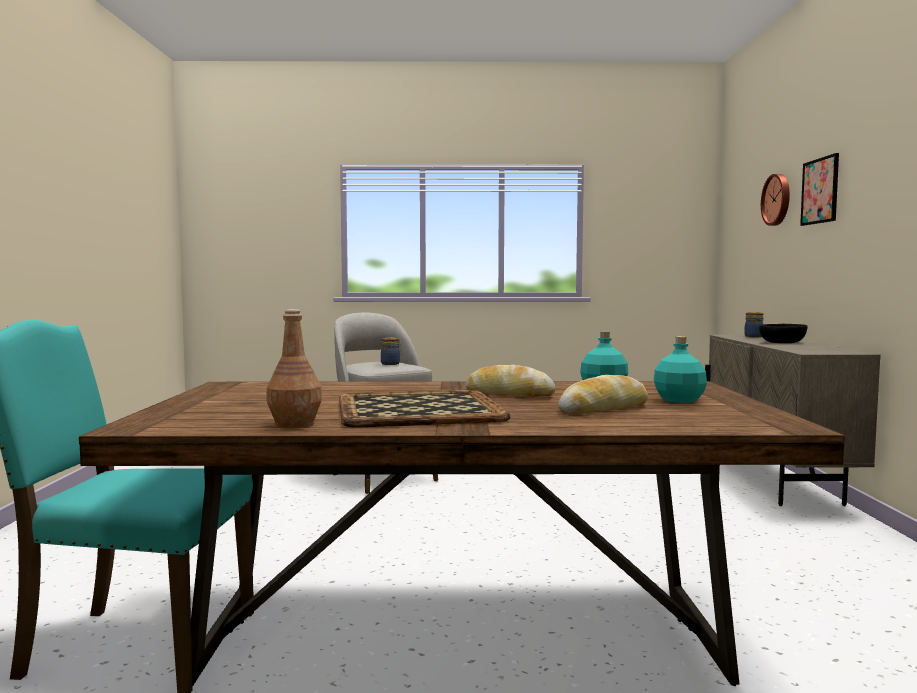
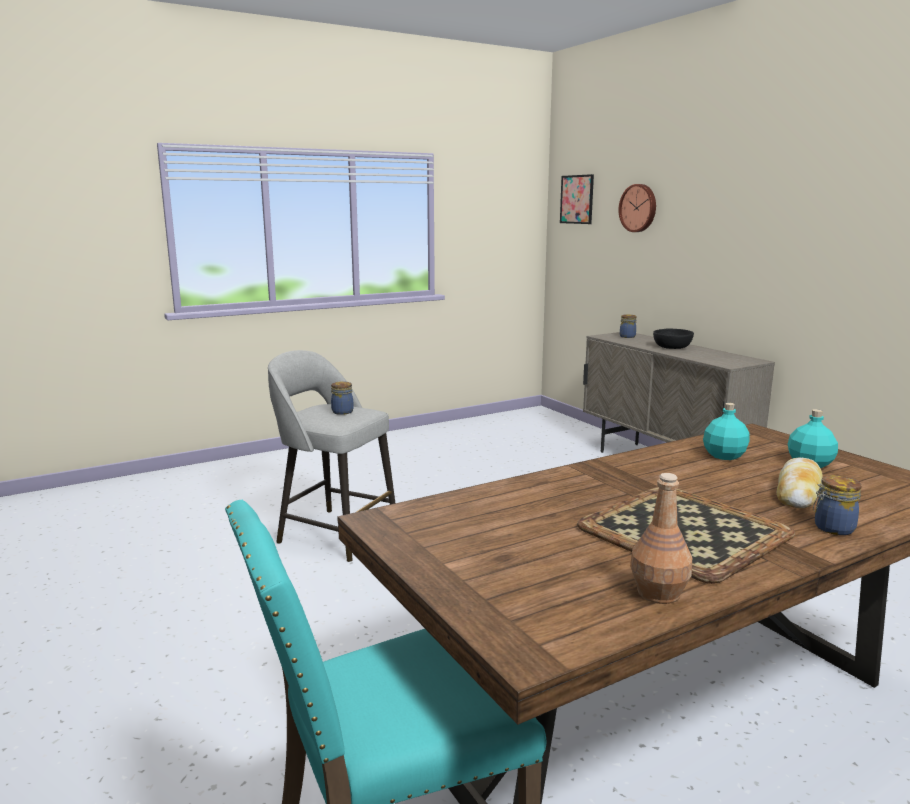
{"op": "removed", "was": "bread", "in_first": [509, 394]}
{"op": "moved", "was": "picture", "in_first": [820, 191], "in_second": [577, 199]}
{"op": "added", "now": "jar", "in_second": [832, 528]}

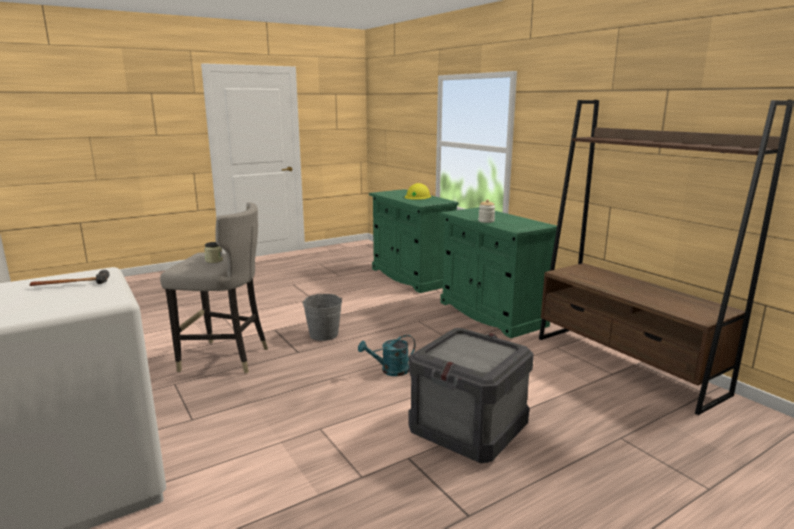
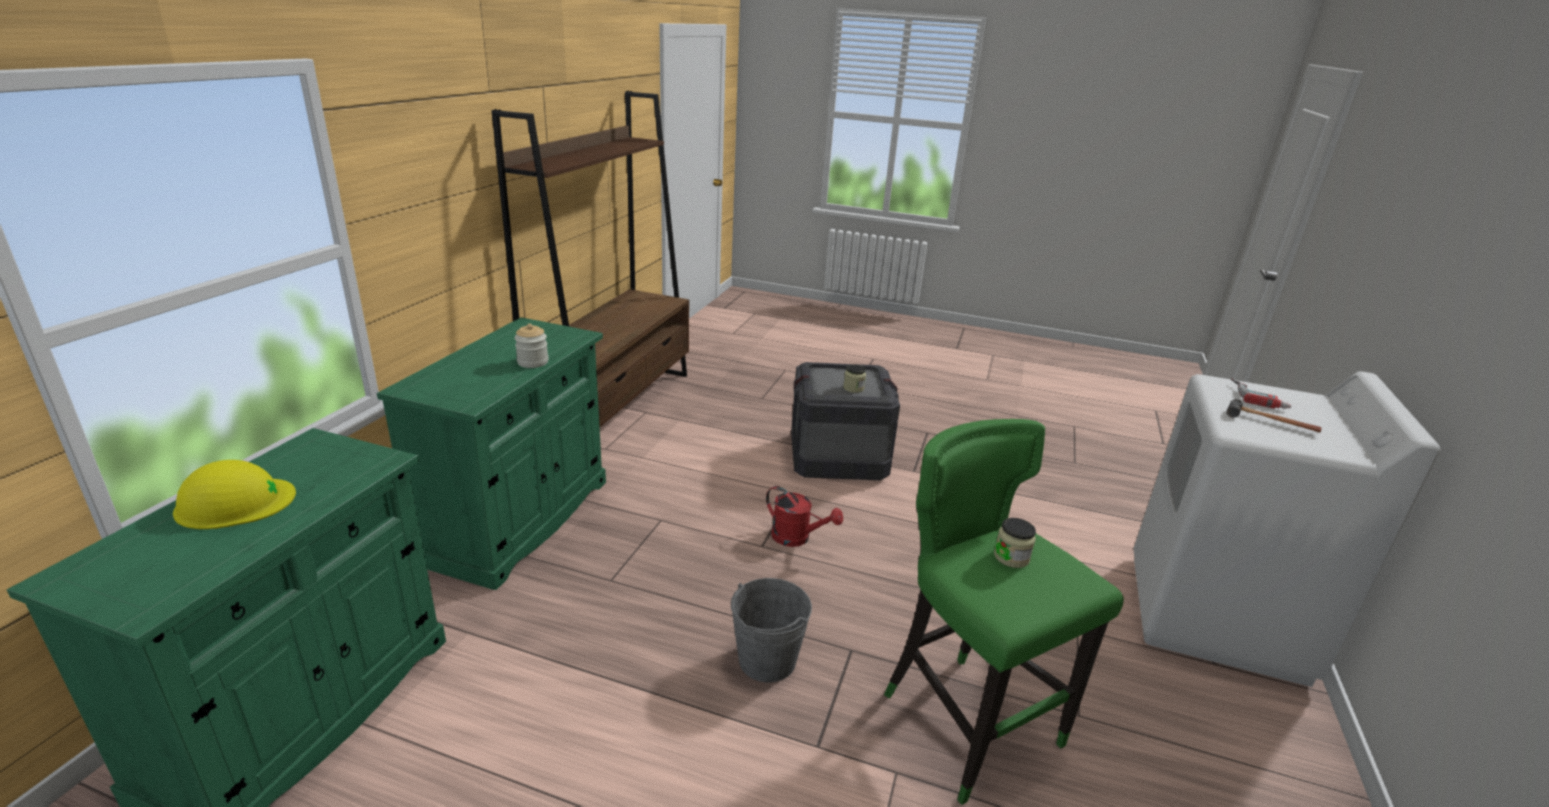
{"op": "recoloured", "was": "gray stool", "now": "greenish stool", "in_first": [225, 358], "in_second": [967, 722]}
{"op": "recoloured", "was": "turquoise-coloured watering can", "now": "red-coloured watering can", "in_first": [390, 371], "in_second": [797, 538]}
{"op": "added", "now": "jar", "in_second": [853, 388]}
{"op": "added", "now": "drill", "in_second": [1258, 397]}

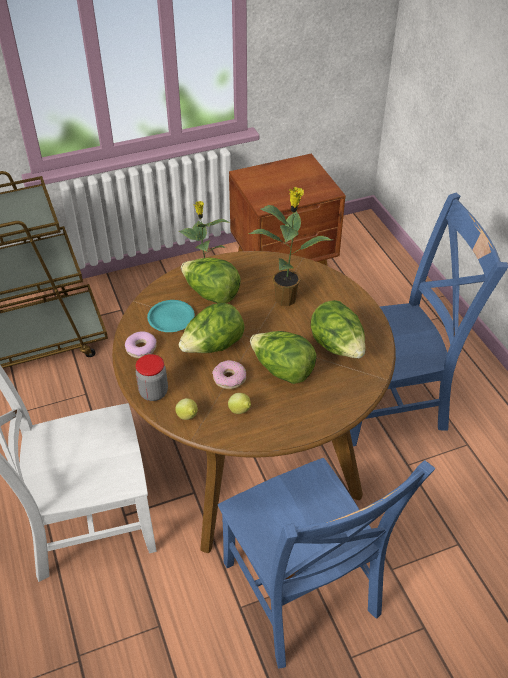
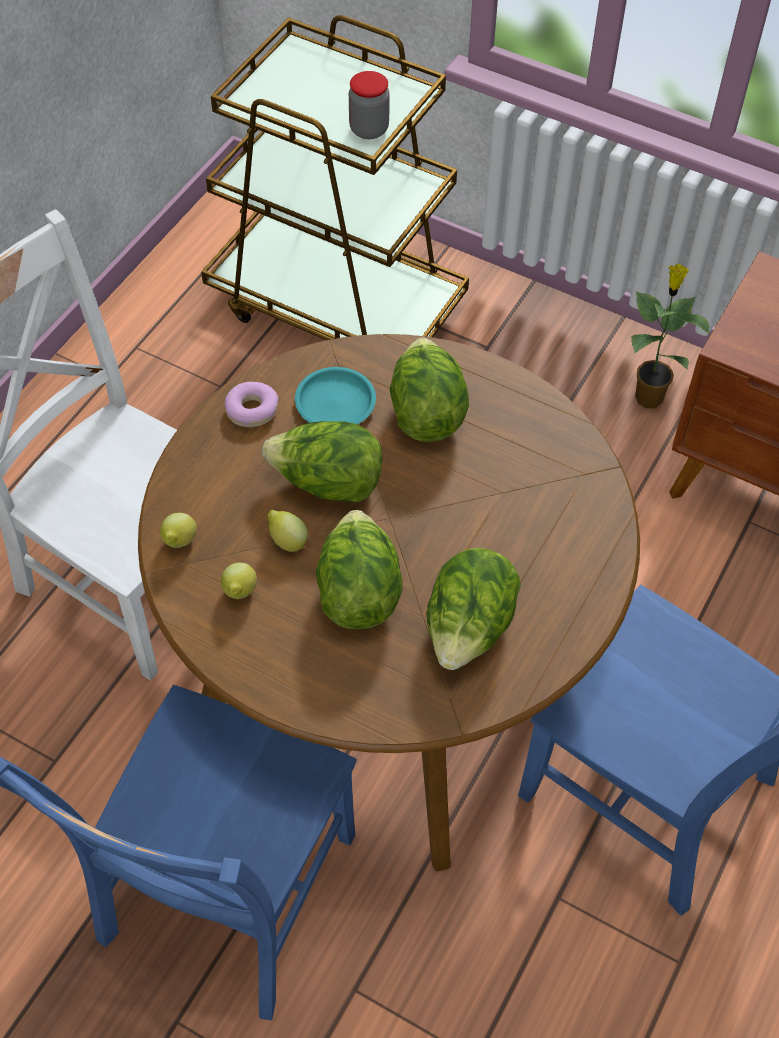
{"op": "moved", "was": "jar", "in_first": [153, 392], "in_second": [369, 129]}
{"op": "replaced", "was": "ring doughnut", "now": "whole lemon", "in_first": [229, 378], "in_second": [287, 541]}
{"op": "removed", "was": "houseplant", "in_first": [286, 298]}

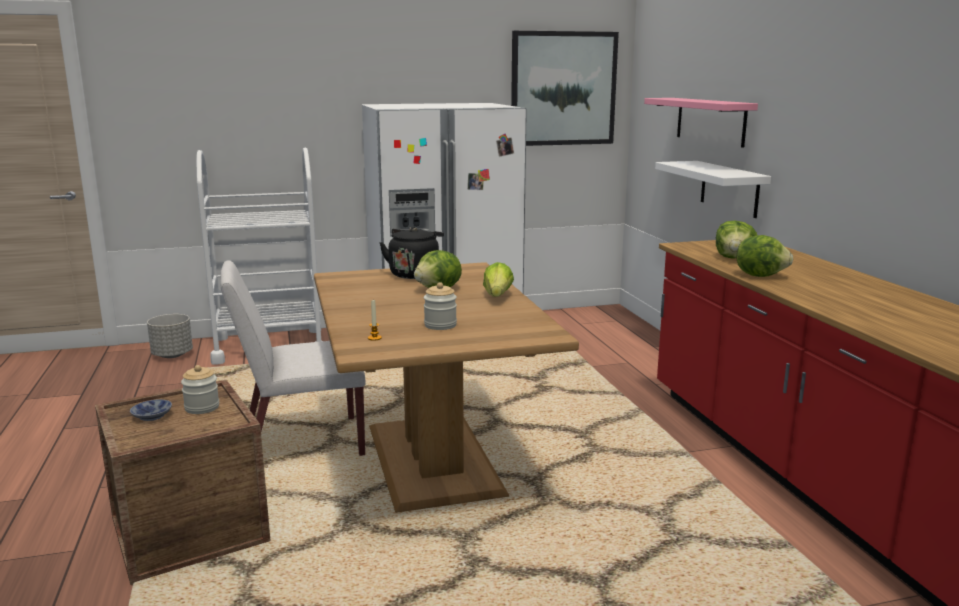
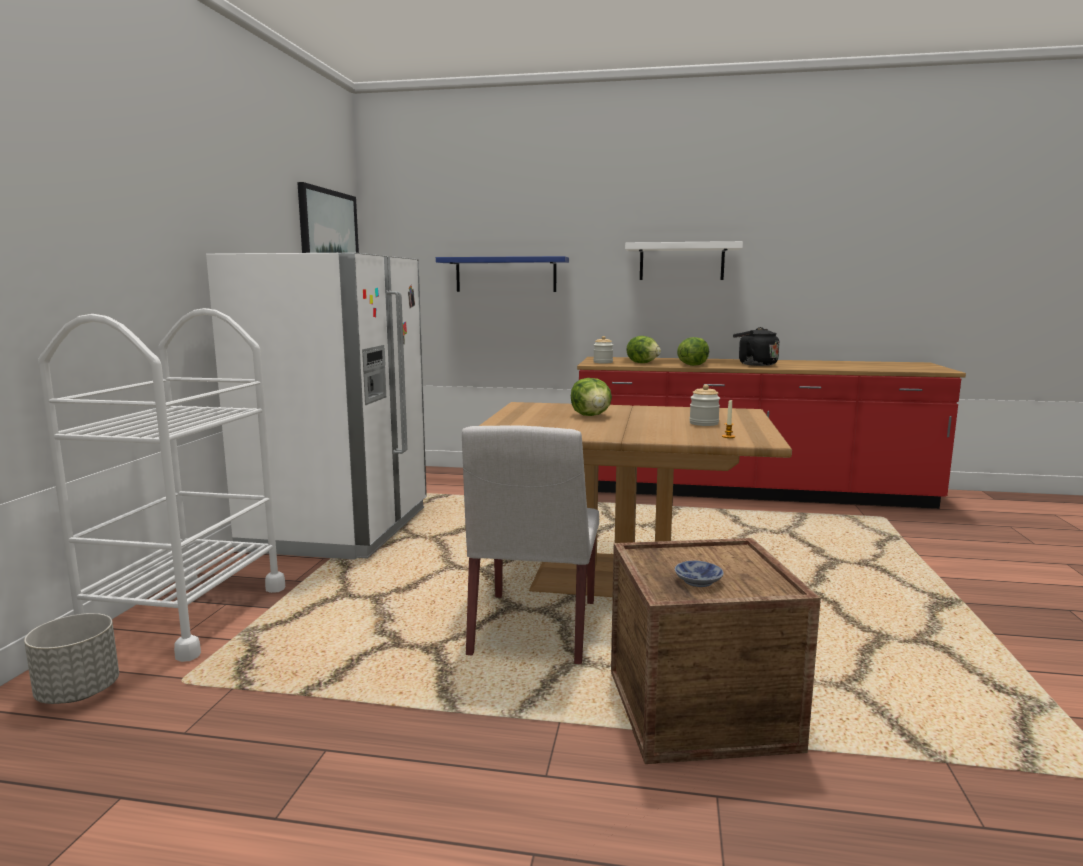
{"op": "moved", "was": "jar", "in_first": [202, 407], "in_second": [603, 362]}
{"op": "moved", "was": "black tea kettle", "in_first": [414, 274], "in_second": [754, 364]}
{"op": "removed", "was": "lettuce", "in_first": [497, 296]}
{"op": "recoloured", "was": "pink-coloured bracket shelf", "now": "blue bracket shelf", "in_first": [710, 121], "in_second": [506, 274]}
{"op": "moved", "was": "whitish bracket shelf", "in_first": [729, 188], "in_second": [681, 262]}

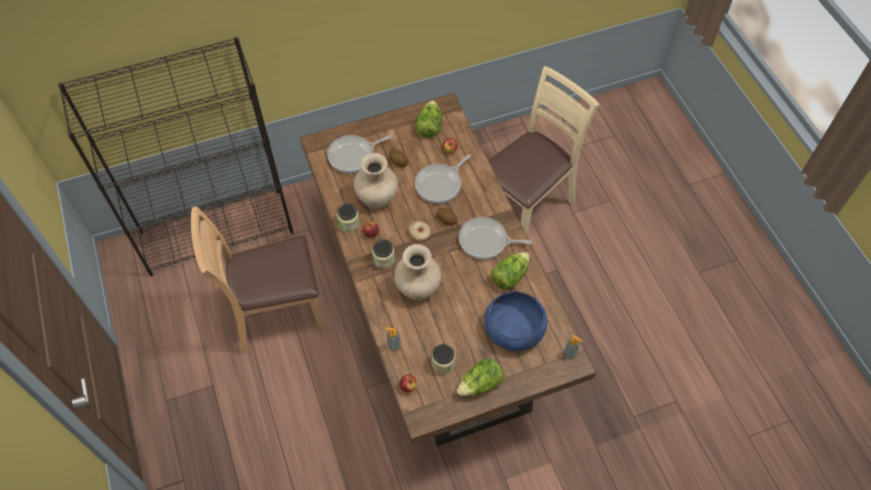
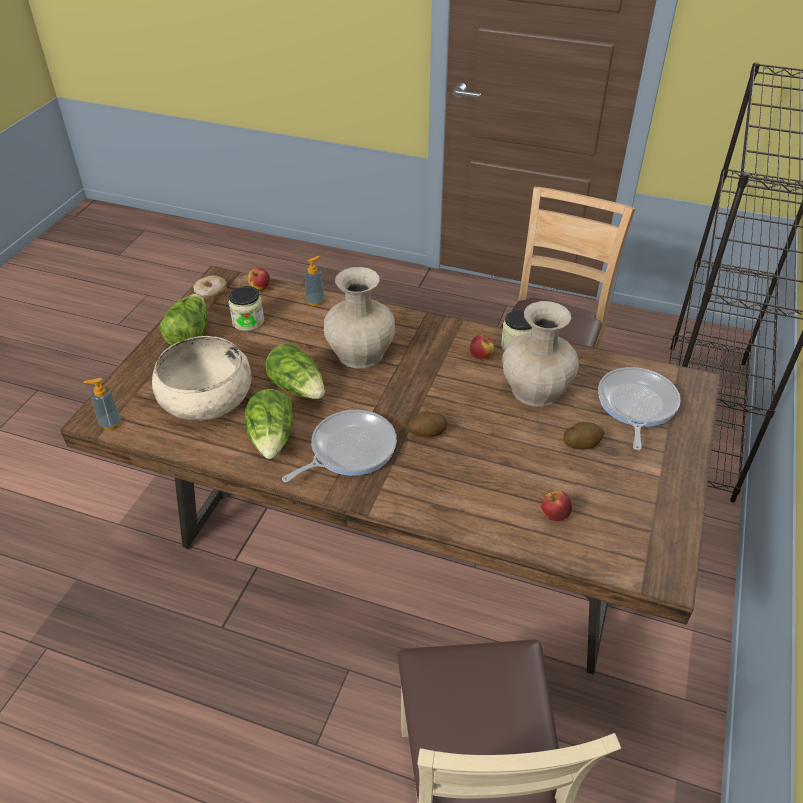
{"op": "removed", "was": "jar", "in_first": [384, 259]}
{"op": "moved", "was": "ring doughnut", "in_first": [419, 233], "in_second": [211, 292]}
{"op": "moved", "was": "lettuce", "in_first": [429, 126], "in_second": [298, 388]}
{"op": "removed", "was": "skillet", "in_first": [440, 184]}
{"op": "recoloured", "was": "blue serving bowl", "now": "sand-coloured serving bowl", "in_first": [514, 328], "in_second": [206, 397]}

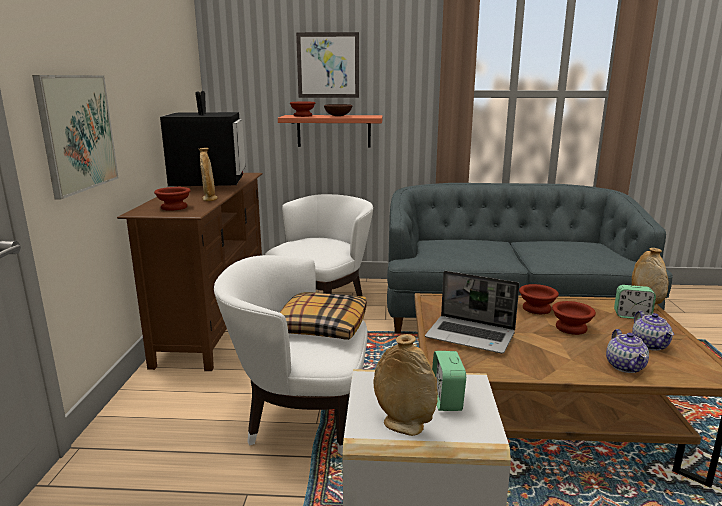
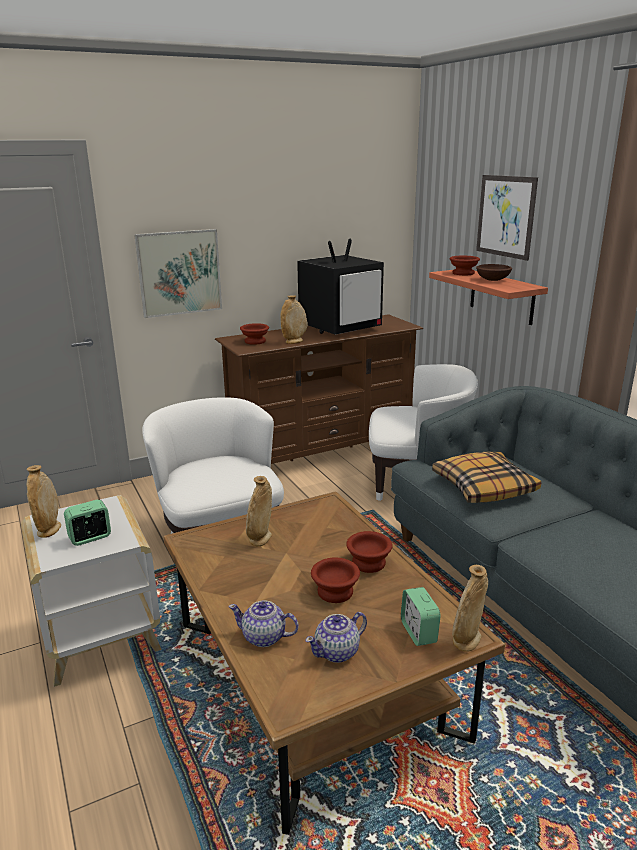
{"op": "moved", "was": "throw pillow", "in_first": [322, 326], "in_second": [483, 487]}
{"op": "replaced", "was": "portable computer", "now": "sand-coloured flower vase", "in_first": [471, 336], "in_second": [260, 539]}
{"op": "turned", "was": "tea pot", "in_first": [625, 366], "in_second": [264, 637], "clockwise": 45}

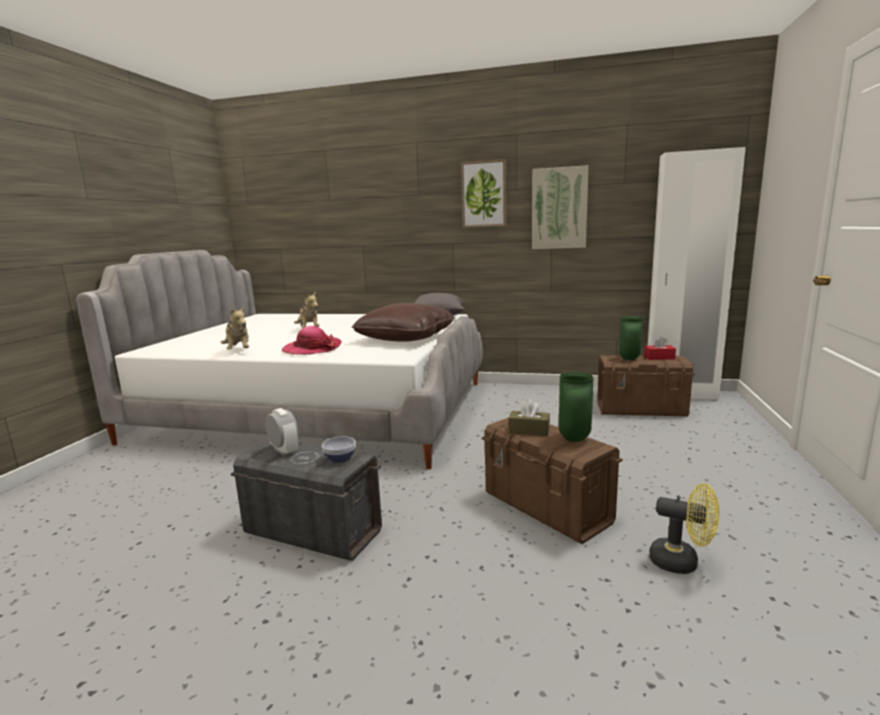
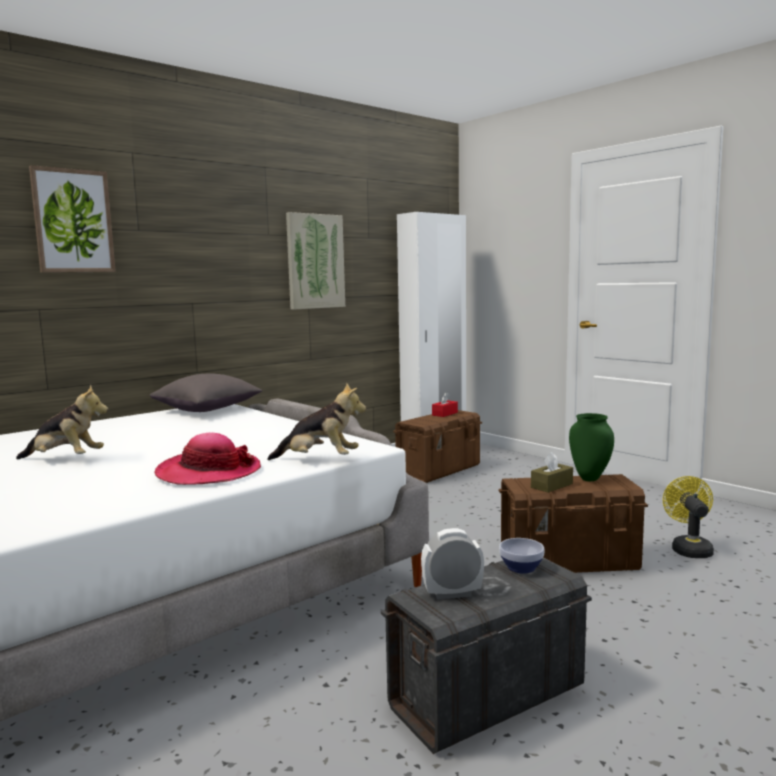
{"op": "moved", "was": "soft toy", "in_first": [238, 351], "in_second": [319, 460]}
{"op": "removed", "was": "brown-coloured throw pillow", "in_first": [406, 338]}
{"op": "moved", "was": "picture", "in_first": [484, 194], "in_second": [73, 221]}
{"op": "removed", "was": "greenish flower vase", "in_first": [628, 359]}
{"op": "turned", "was": "yellow fan", "in_first": [682, 562], "in_second": [689, 548], "clockwise": -60}

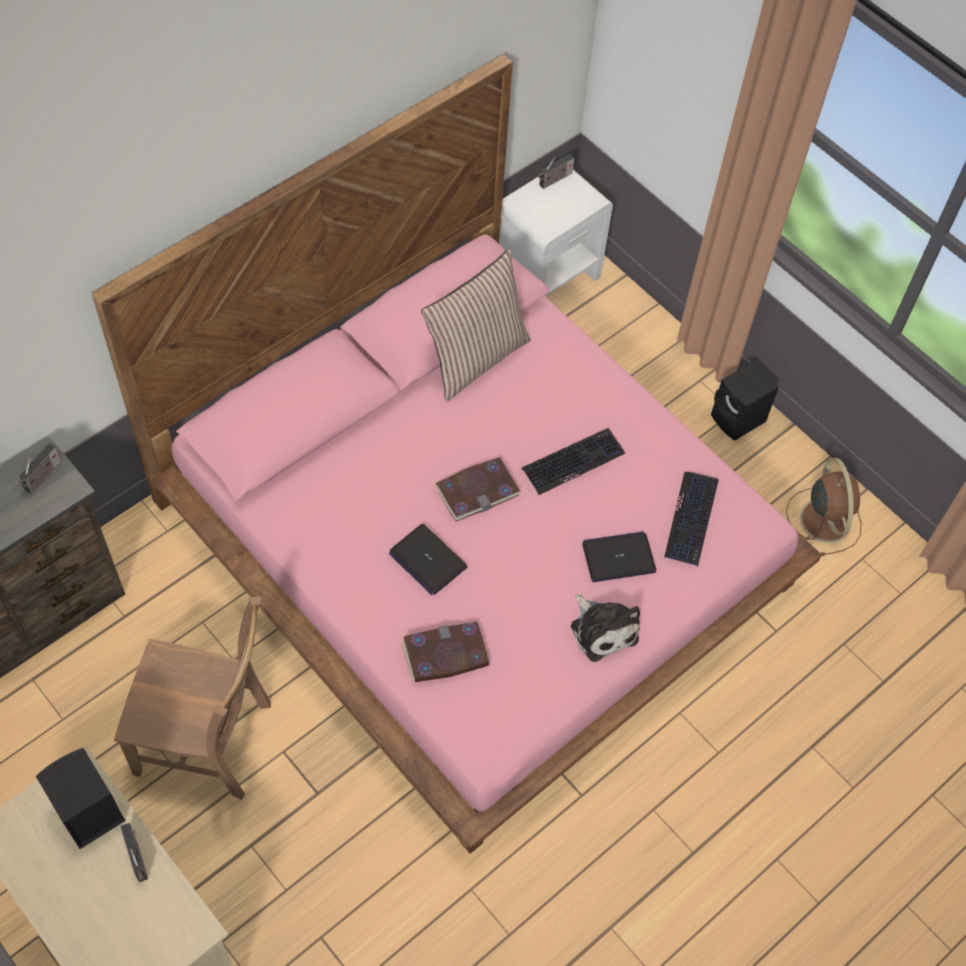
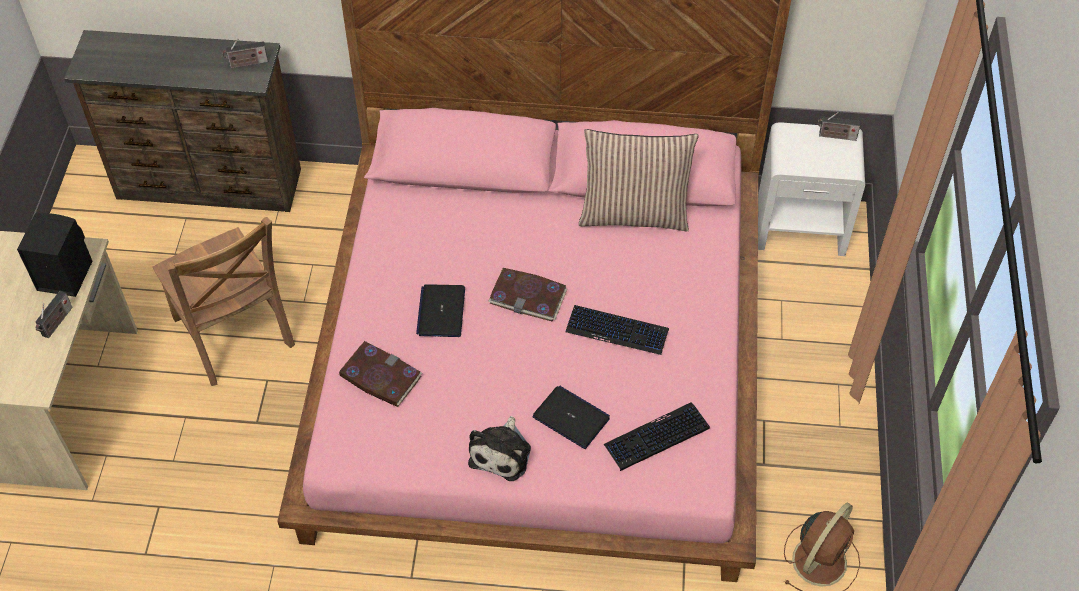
{"op": "removed", "was": "black audio speaker", "in_first": [738, 420]}

